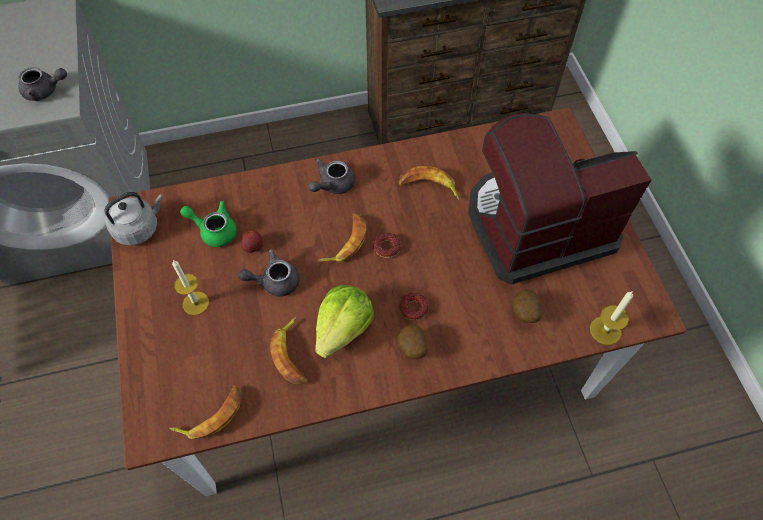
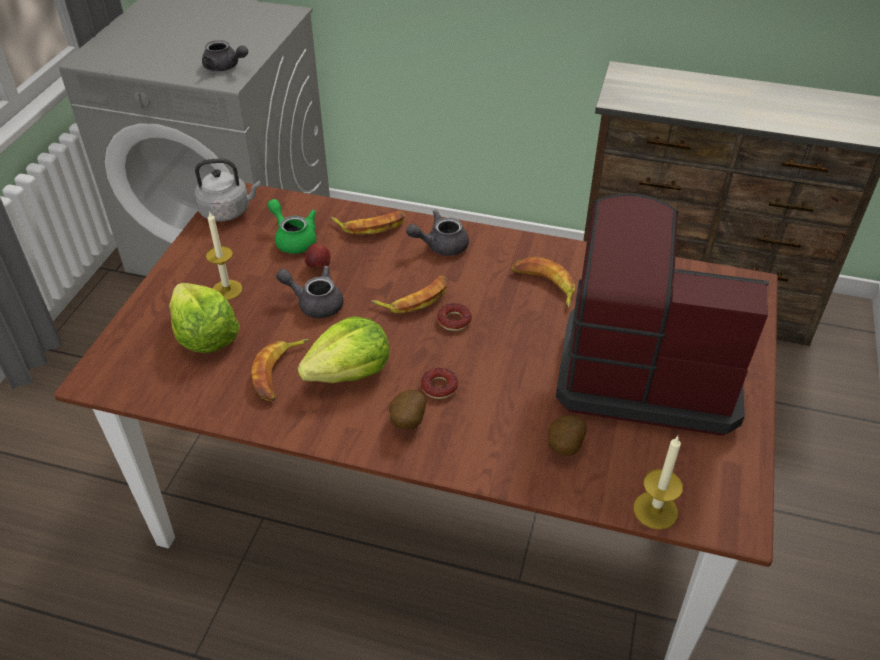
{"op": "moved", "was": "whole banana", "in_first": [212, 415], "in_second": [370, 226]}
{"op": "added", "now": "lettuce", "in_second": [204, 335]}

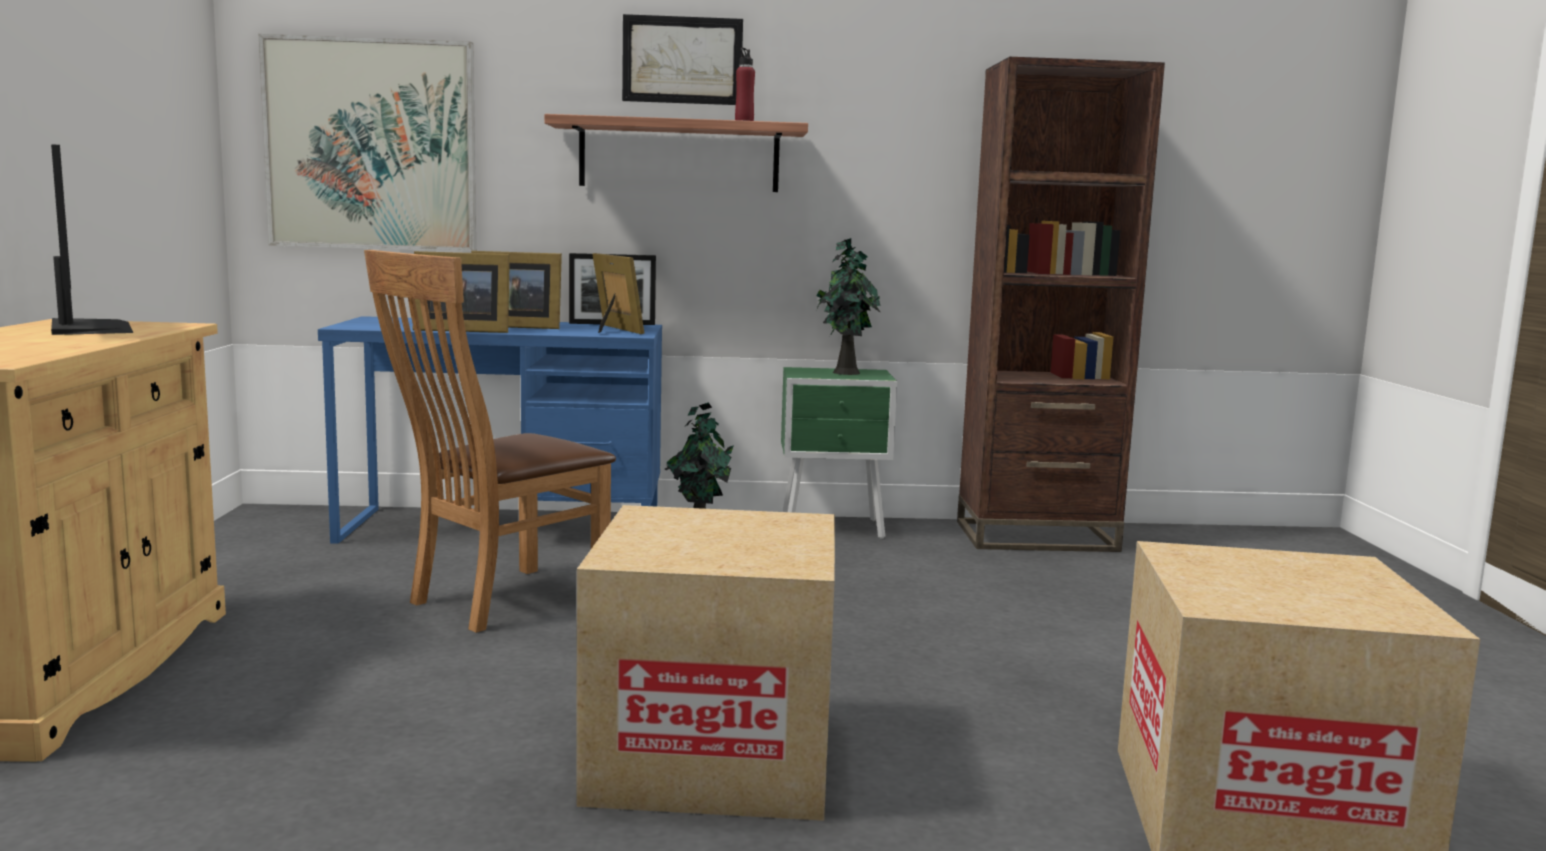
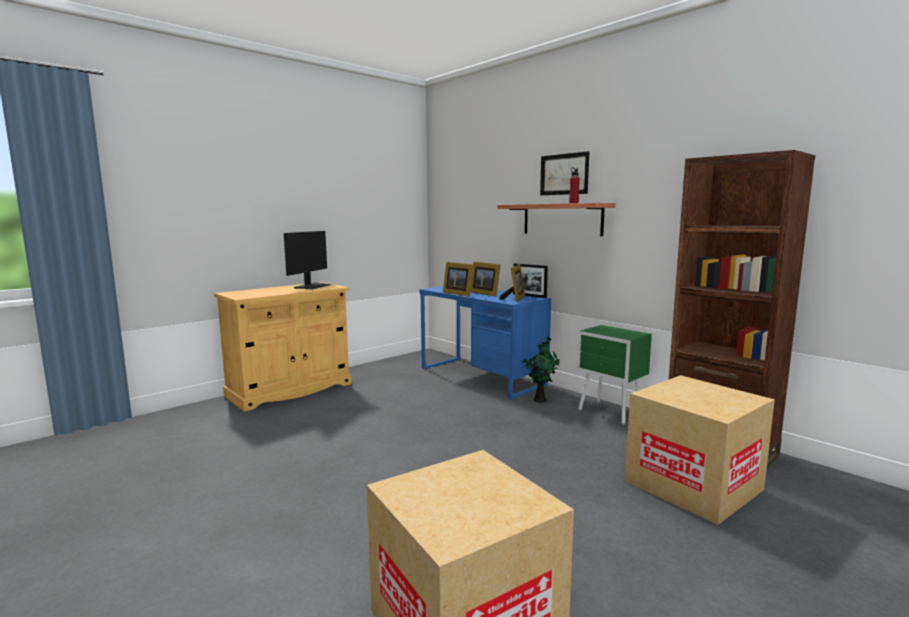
{"op": "removed", "was": "picture", "in_first": [371, 145]}
{"op": "removed", "was": "brown-coloured chair", "in_first": [498, 601]}
{"op": "moved", "was": "cardboard box", "in_first": [712, 756], "in_second": [693, 485]}
{"op": "removed", "was": "houseplant", "in_first": [844, 372]}

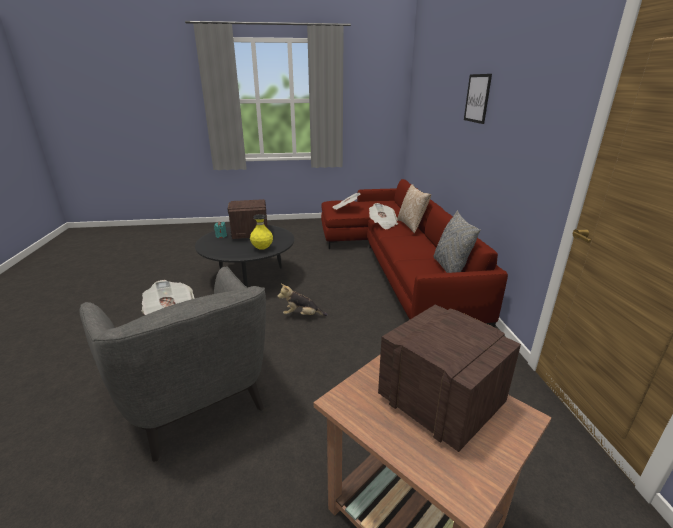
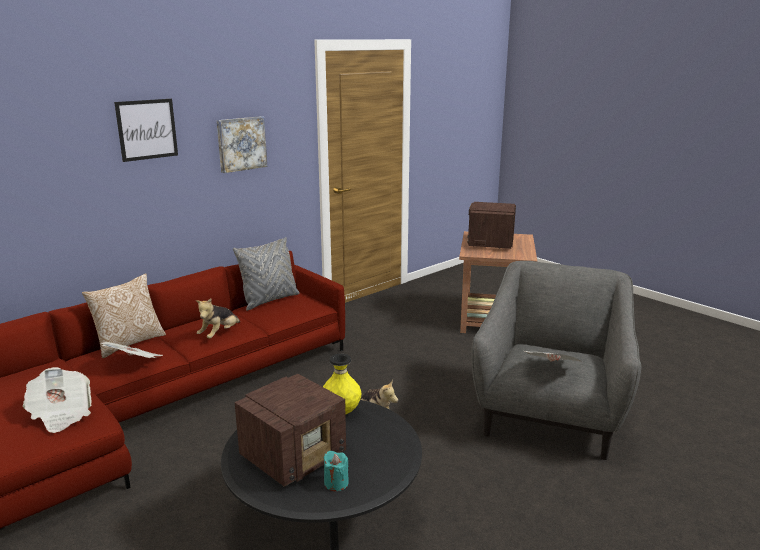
{"op": "added", "now": "soft toy", "in_second": [219, 334]}
{"op": "added", "now": "picture", "in_second": [241, 143]}

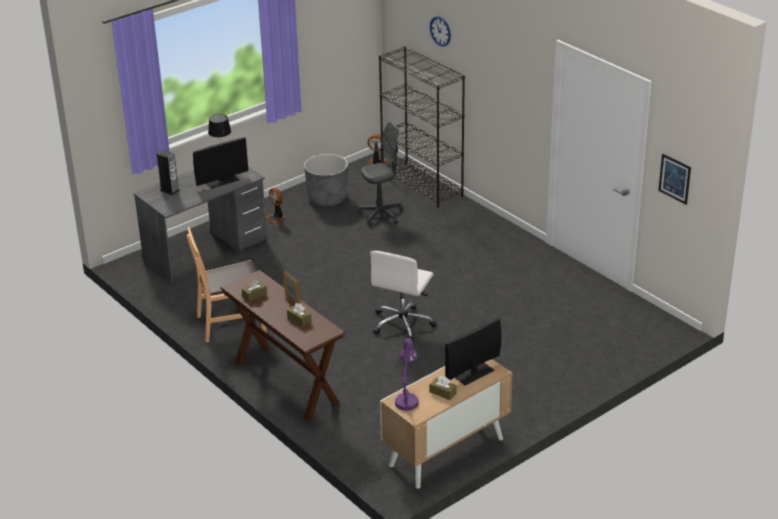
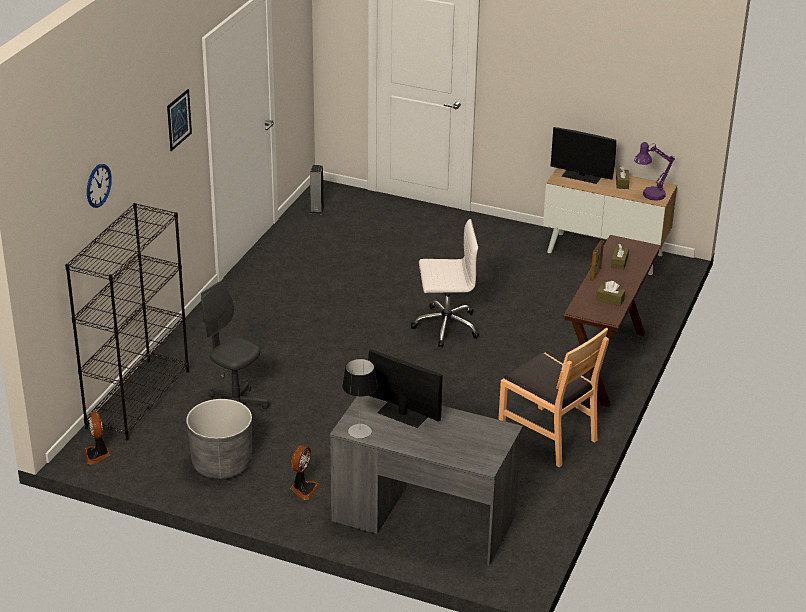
{"op": "moved", "was": "audio speaker", "in_first": [170, 190], "in_second": [317, 209]}
{"op": "moved", "was": "picture", "in_first": [674, 178], "in_second": [179, 119]}

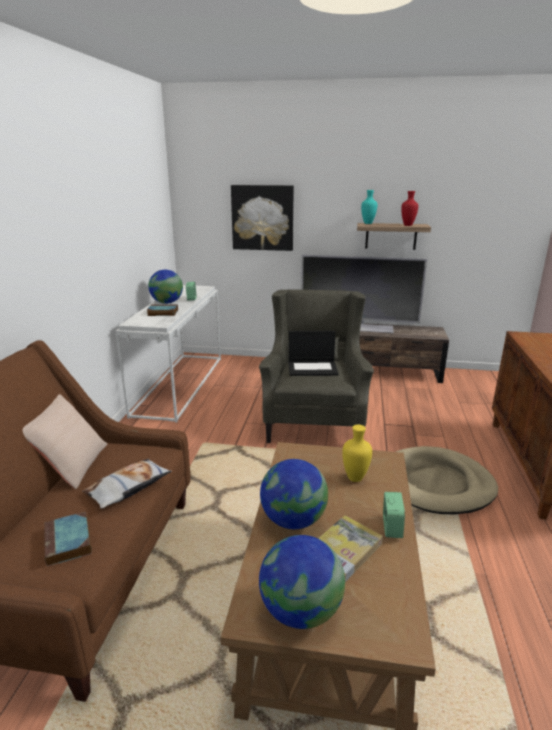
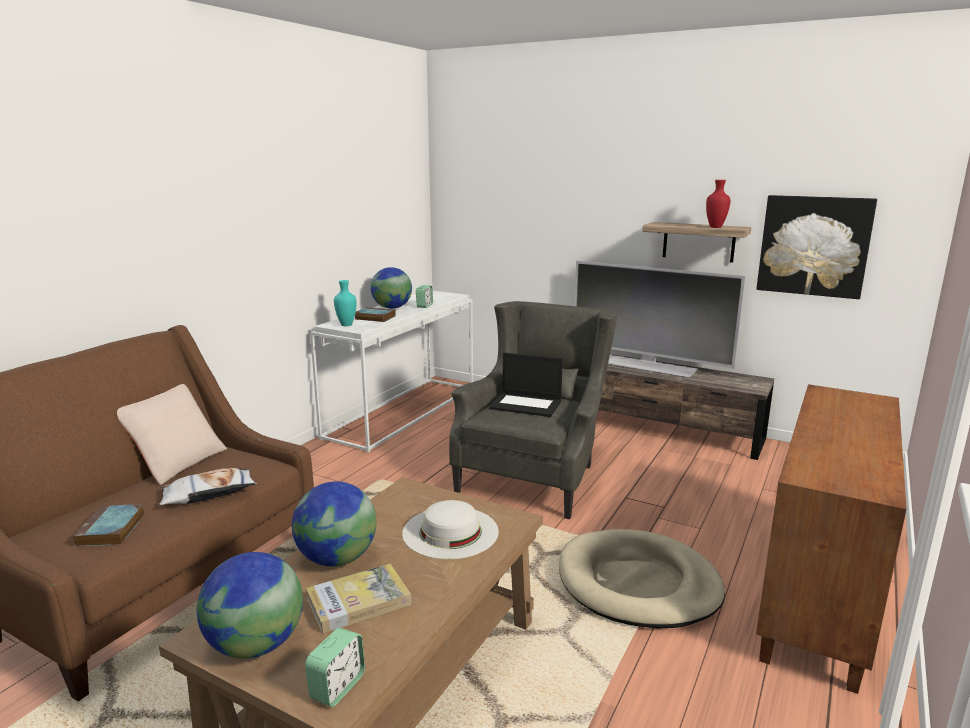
{"op": "moved", "was": "picture", "in_first": [262, 218], "in_second": [814, 246]}
{"op": "replaced", "was": "yellow flower vase", "now": "whitish hat", "in_first": [354, 478], "in_second": [450, 532]}
{"op": "moved", "was": "turquoise-coloured flower vase", "in_first": [367, 223], "in_second": [346, 325]}
{"op": "moved", "was": "table clock", "in_first": [391, 527], "in_second": [337, 687]}

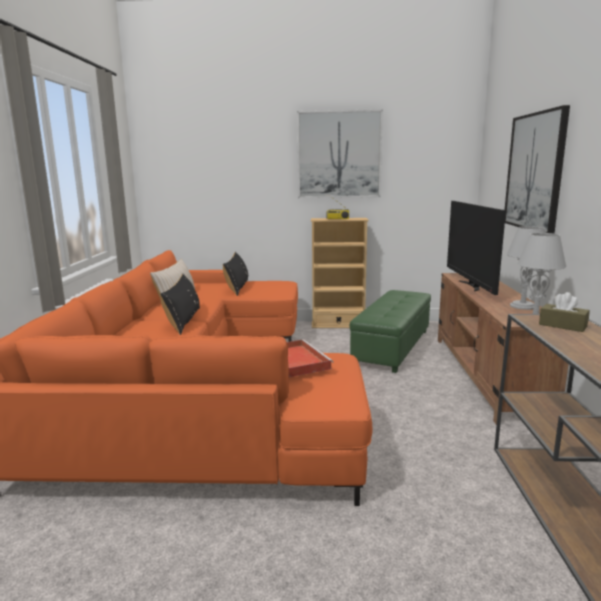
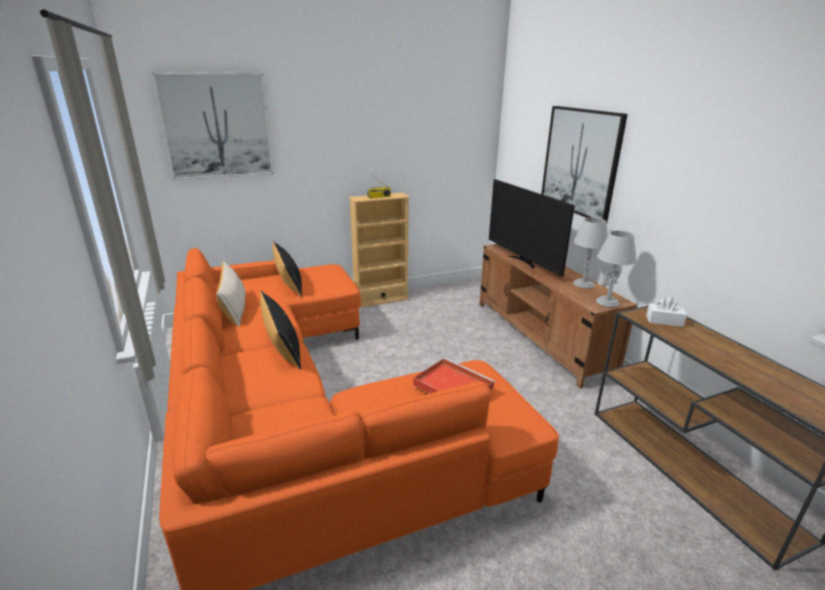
{"op": "moved", "was": "picture", "in_first": [339, 155], "in_second": [217, 126]}
{"op": "removed", "was": "greenish footrest", "in_first": [393, 347]}
{"op": "recoloured", "was": "brown-coloured tissue holder", "now": "whitish tissue holder", "in_first": [562, 325], "in_second": [664, 321]}

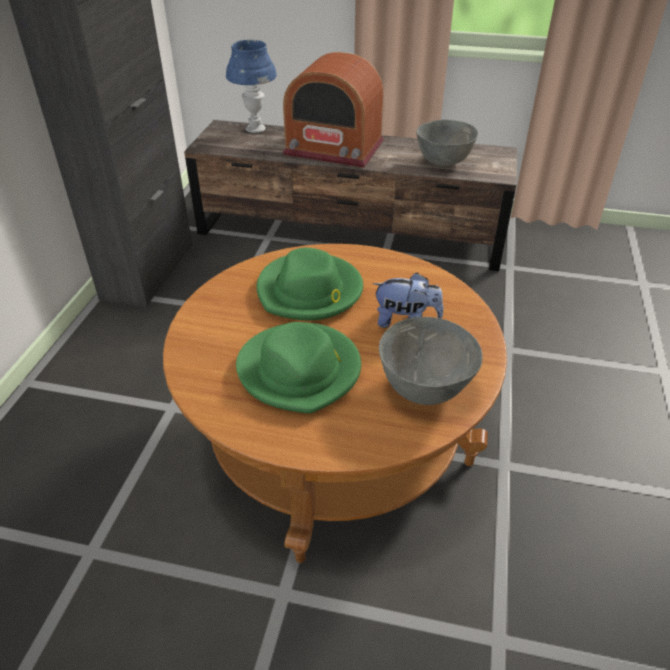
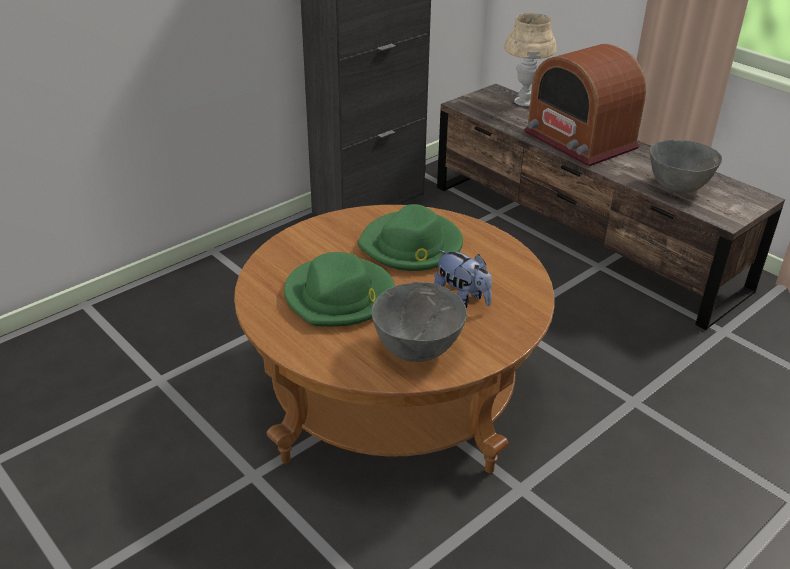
{"op": "recoloured", "was": "blue table lamp", "now": "sand-coloured table lamp", "in_first": [255, 129], "in_second": [524, 102]}

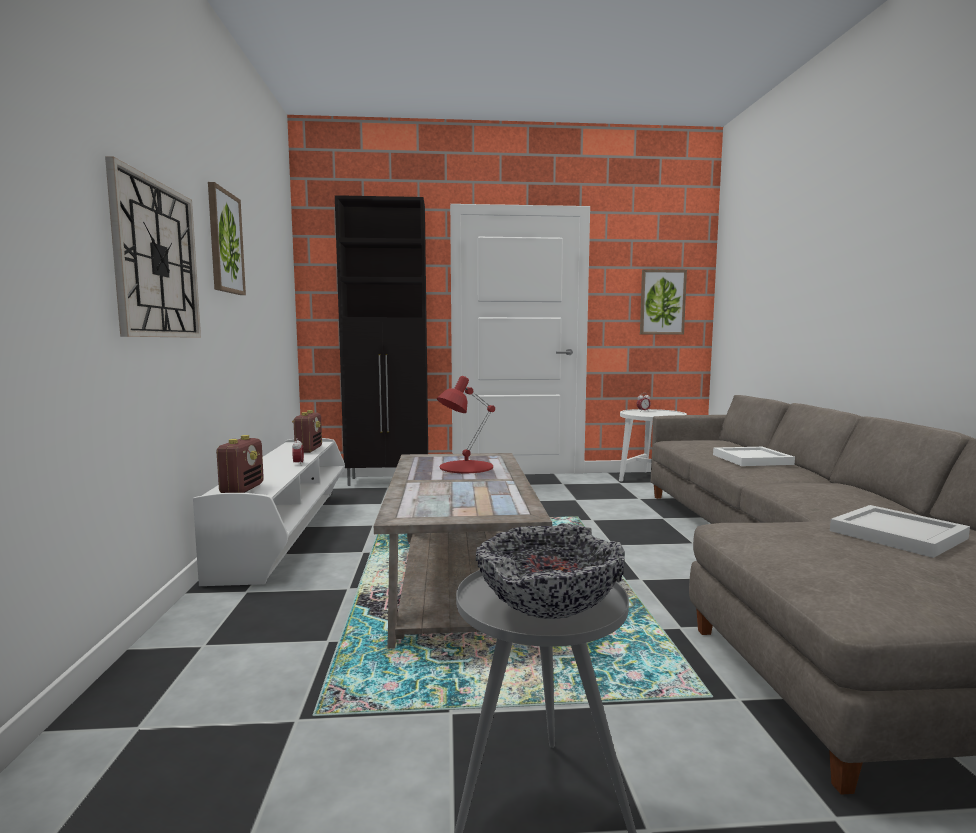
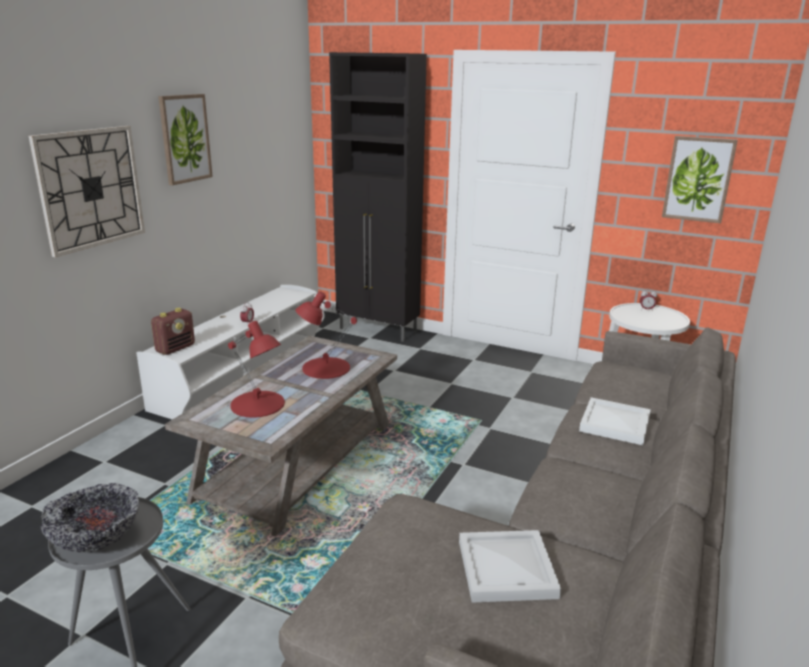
{"op": "removed", "was": "radio", "in_first": [308, 450]}
{"op": "added", "now": "red-coloured table lamp", "in_second": [258, 404]}

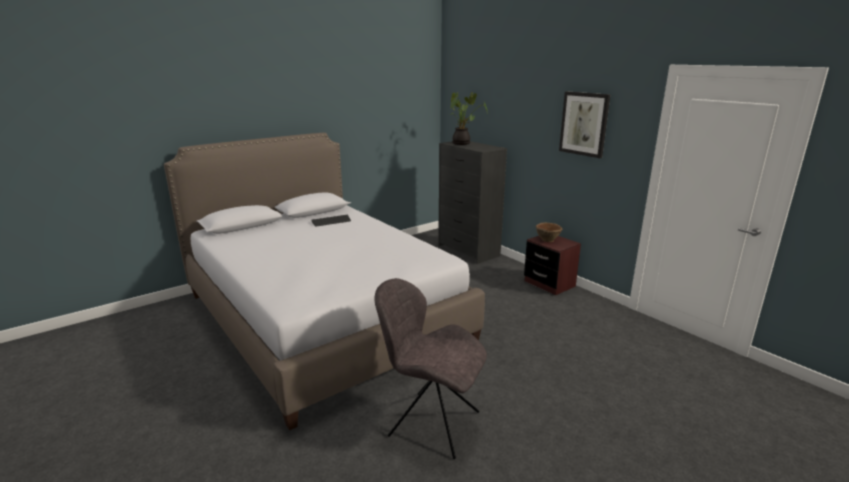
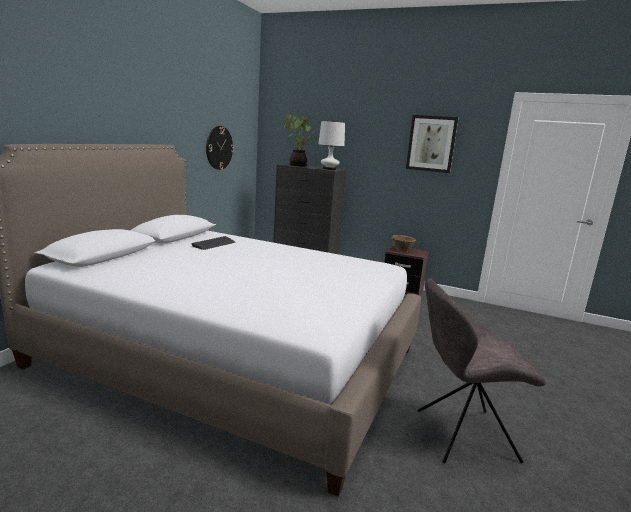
{"op": "added", "now": "wall clock", "in_second": [219, 148]}
{"op": "added", "now": "whitish table lamp", "in_second": [329, 169]}

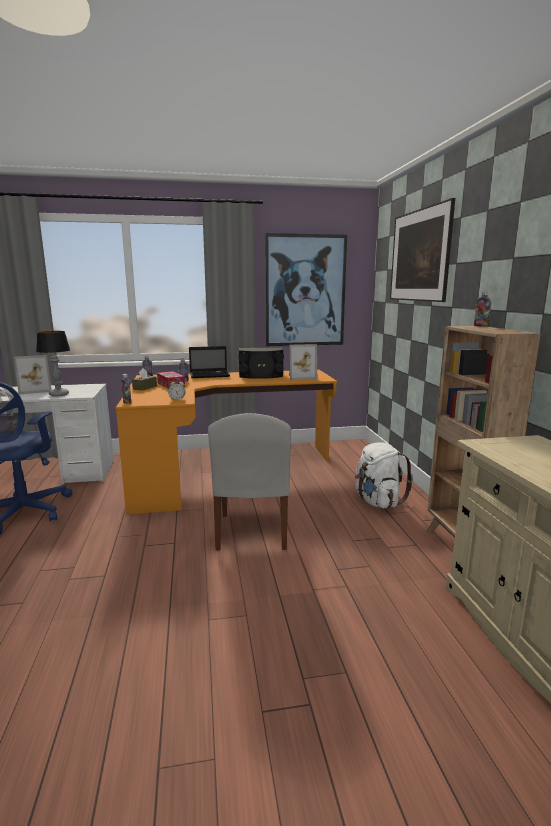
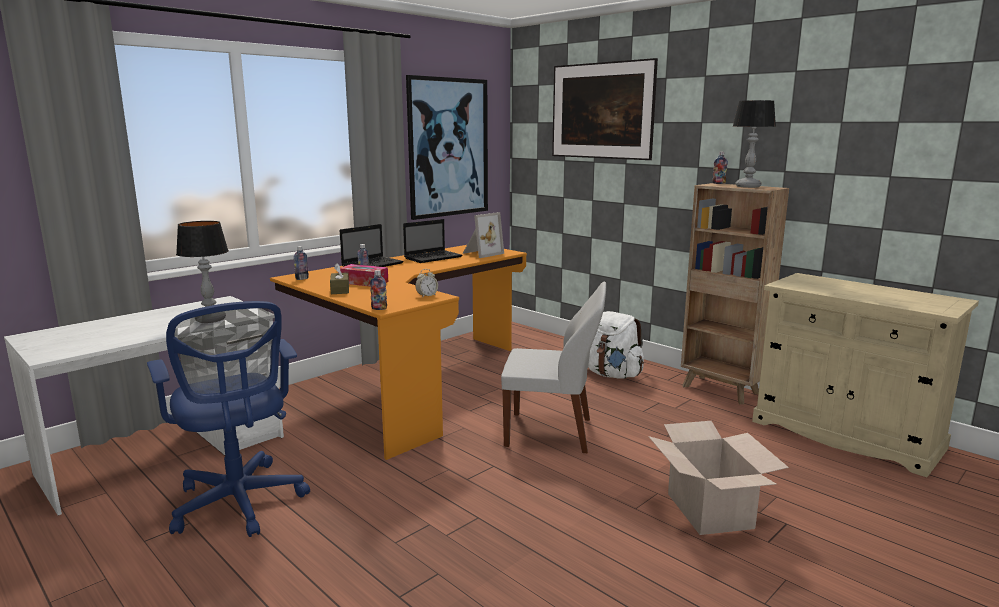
{"op": "removed", "was": "photo frame", "in_first": [35, 390]}
{"op": "turned", "was": "whitish chair", "in_first": [252, 533], "in_second": [552, 433], "clockwise": -45}
{"op": "replaced", "was": "black audio speaker", "now": "portable computer", "in_first": [261, 375], "in_second": [434, 257]}
{"op": "added", "now": "cardboard box", "in_second": [708, 510]}
{"op": "added", "now": "table lamp", "in_second": [748, 186]}

